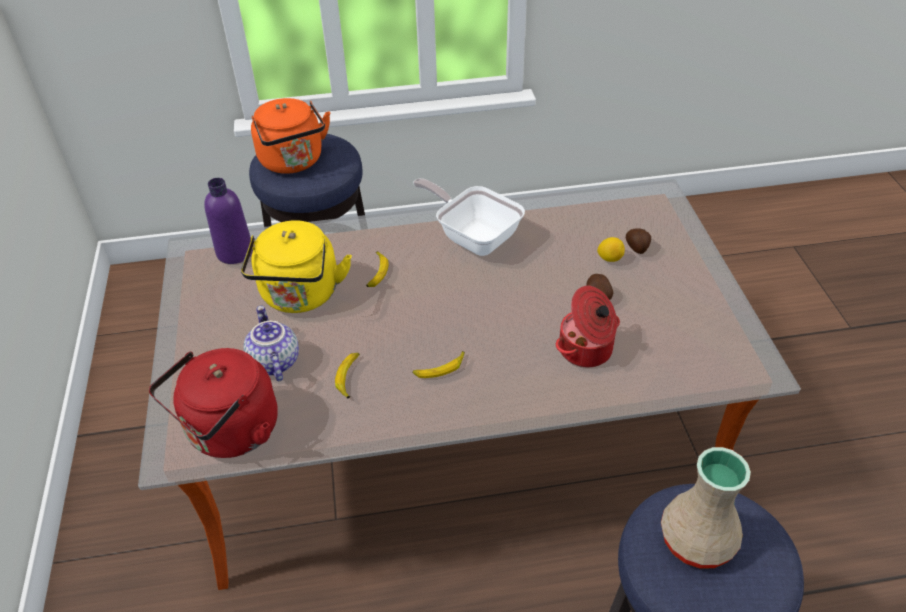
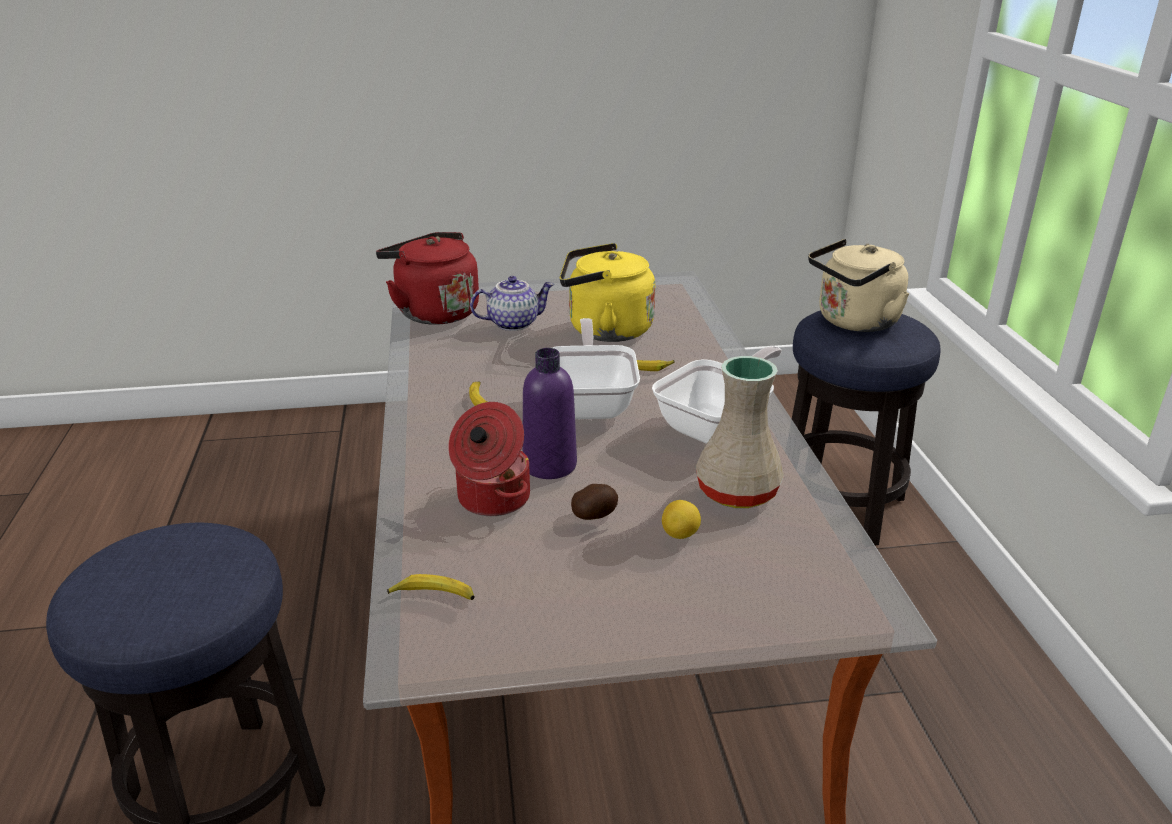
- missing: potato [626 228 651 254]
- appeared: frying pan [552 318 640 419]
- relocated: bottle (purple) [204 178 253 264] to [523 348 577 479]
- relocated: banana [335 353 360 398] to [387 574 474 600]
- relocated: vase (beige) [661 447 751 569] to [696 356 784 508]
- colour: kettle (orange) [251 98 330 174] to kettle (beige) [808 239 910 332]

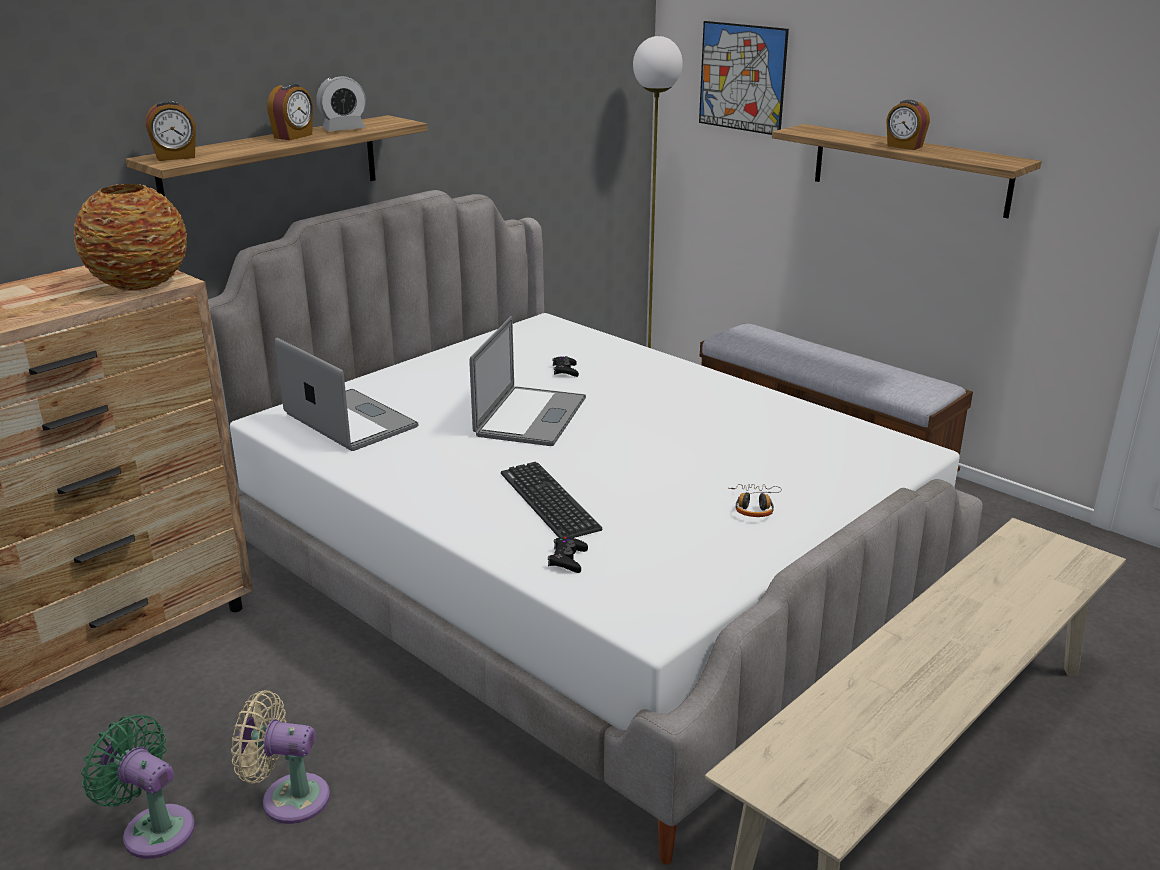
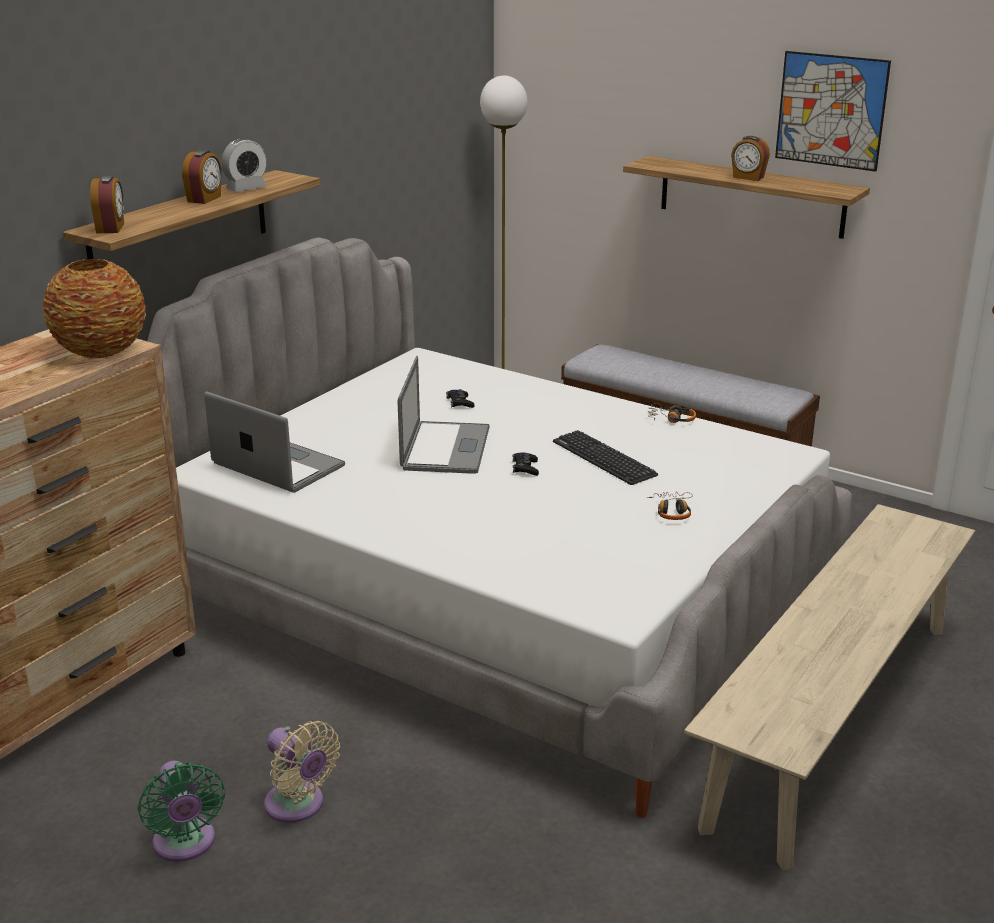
- appeared: headphones [648 403 696 423]
- relocated: keyboard [501 462 602 538] to [553 430 658 485]
- relocated: game controller (black) [548 537 588 573] to [512 452 539 476]
- relocated: picture [699 21 789 135] to [775 51 891 172]
- spun: fan (green) [81 714 195 859] = [138 761 225 862] 135 degrees counterclockwise
- spun: alarm clock [146 100 196 161] = [90 175 124 233] 60 degrees counterclockwise
- spun: fan (beige) [231 690 330 824] = [264 721 340 823] 135 degrees counterclockwise

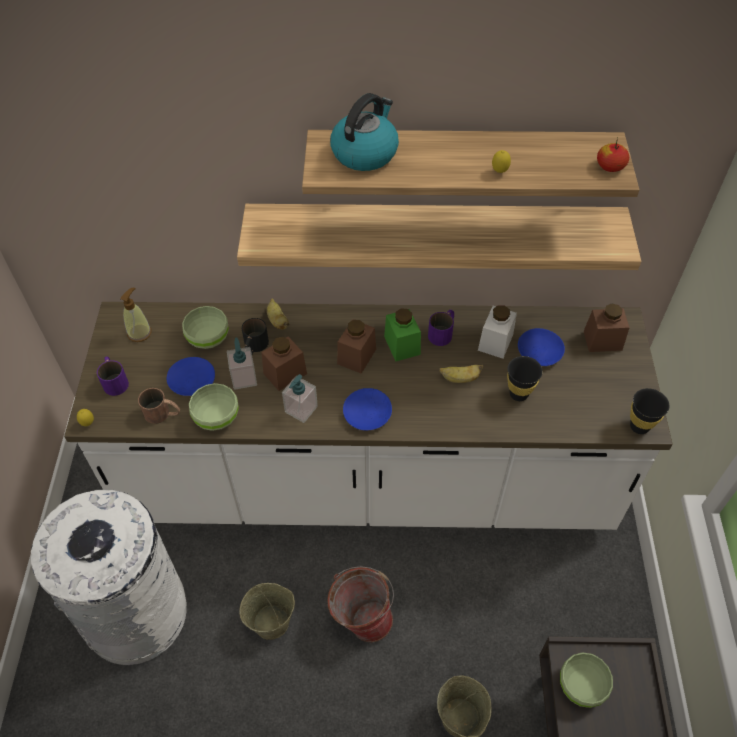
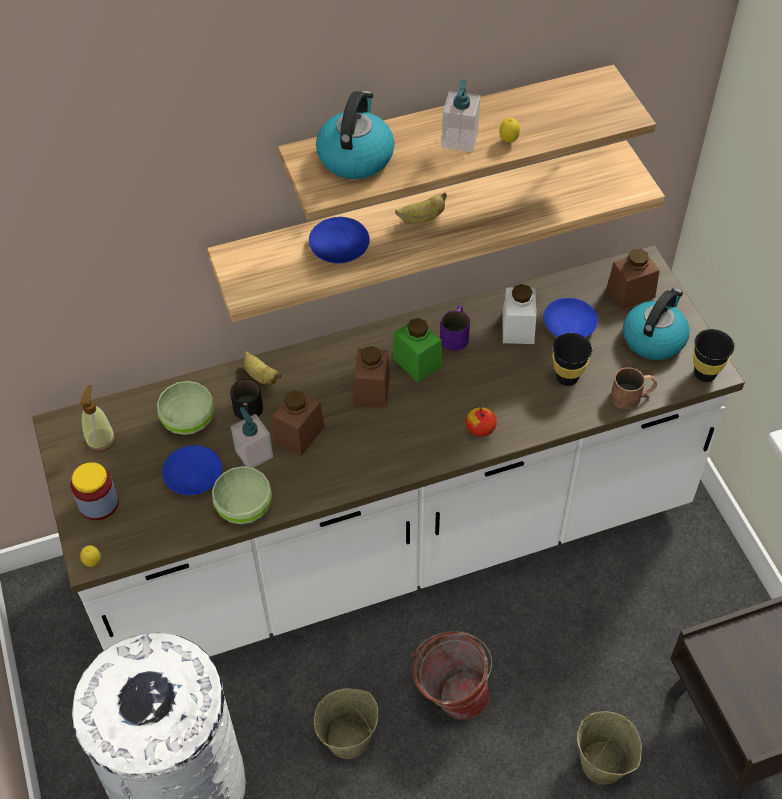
- missing: bowl (green) [560 652 613 708]
- appeared: kettle [623 288 690 360]
- relocated: mug (brown) [138 388 180 424] to [611 367 657 409]
- relocated: soap dispenser [282 374 318 423] to [442 80 480 152]
- relocated: plate (blue) [343 388 392 430] to [309 217 370 263]
- relocated: banana [439 365 484 383] to [395 192 447 224]
- relocated: apple [597 138 629 172] to [466 407 497 436]
- exchanged: mug (purple) [97 356 129 396] to jar [71 462 119 520]

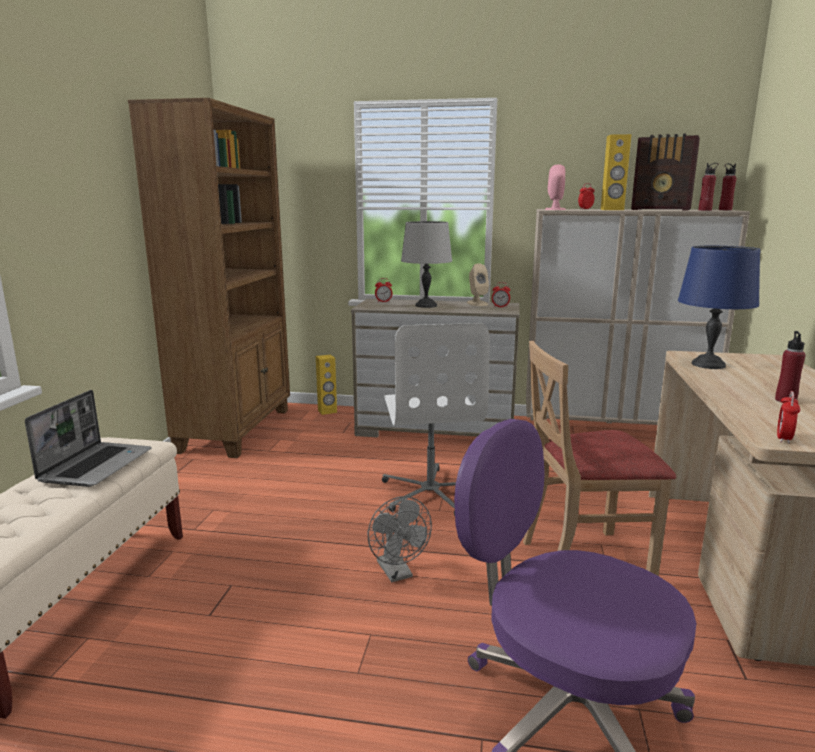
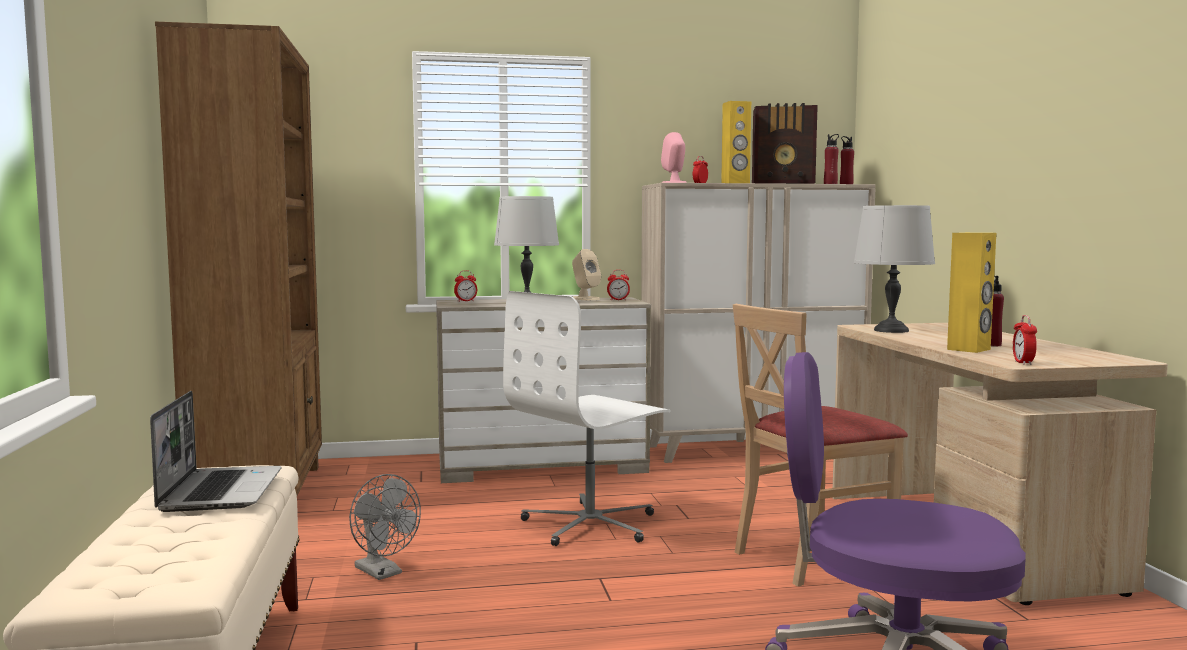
- relocated: speaker (yellow) [316 355 337 415] to [947 233 996 353]
- relocated: fan (grey) [368 496 432 582] to [349 474 421 580]
- colour: table lamp (blue) [678 246 760 369] to table lamp (grey) [854 205 935 333]
- spun: office chair (white) [382 323 490 516] = [503 291 671 546] 75 degrees clockwise

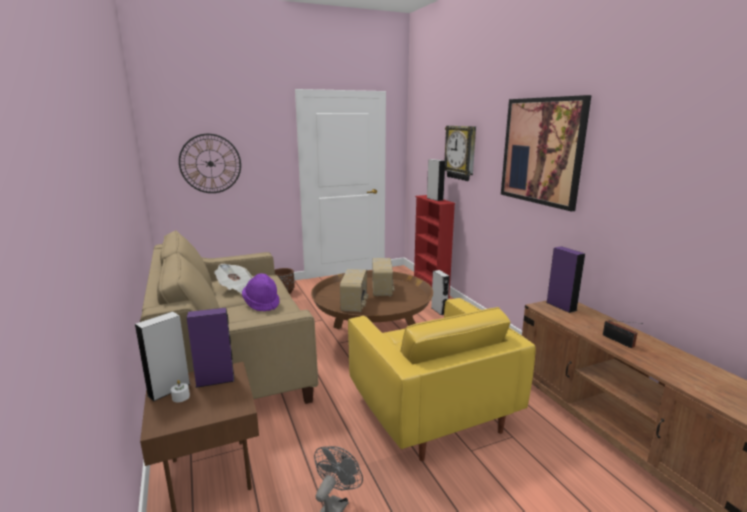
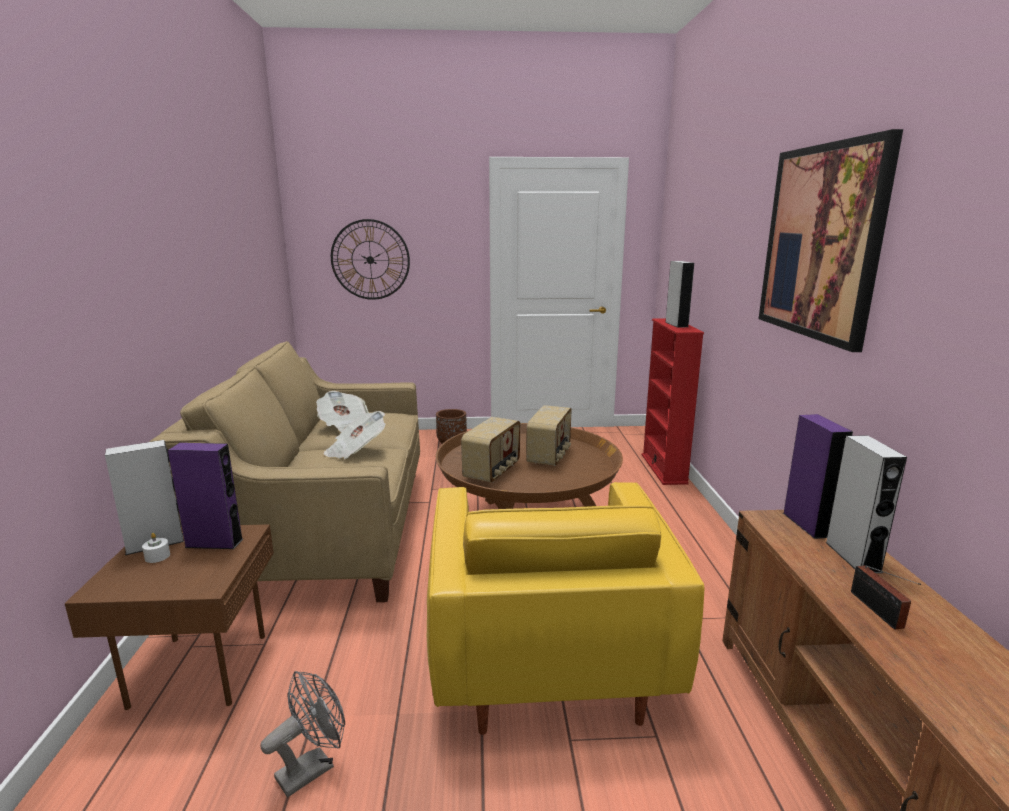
- missing: wall clock [445 126 476 181]
- relocated: speaker (grey) [431 270 450 315] to [825 435 907 573]
- exchanged: hat (purple) [242 273 280 311] to newspaper [324 411 386 459]

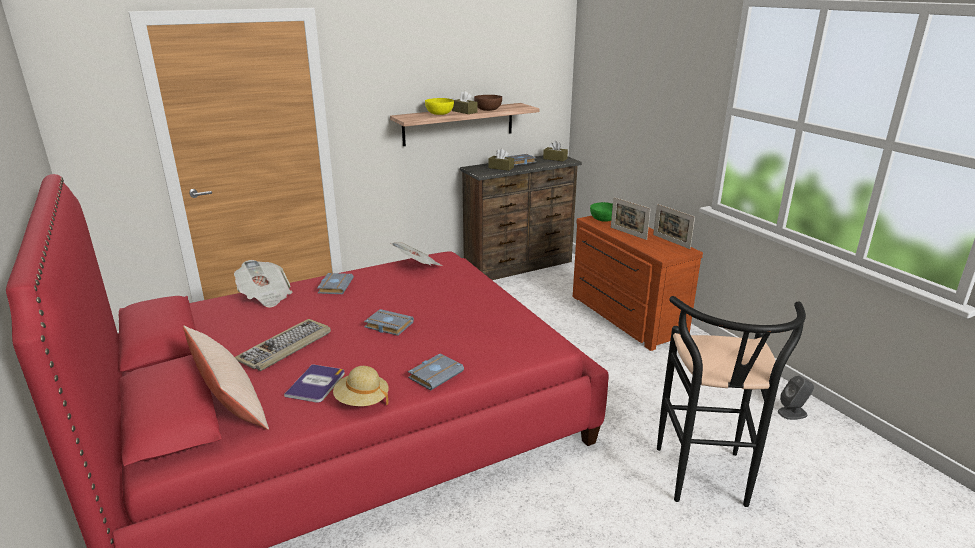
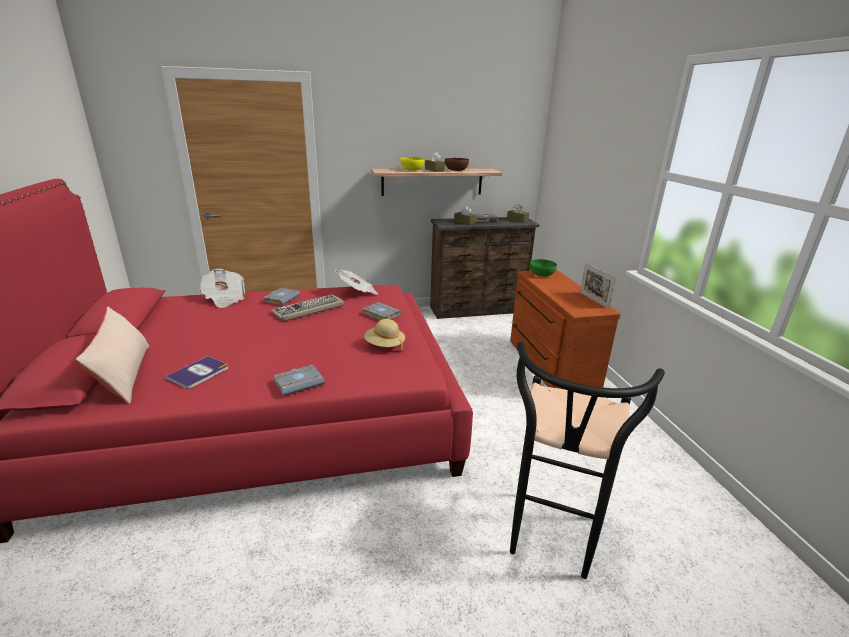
- missing: picture frame [611 197 651 240]
- missing: speaker (grey) [778 376 814 420]
- relocated: keyboard [235 319 331 371] to [271 294 344 321]
- relocated: hat (beige) [333 366 389 406] to [364 319 405 351]
- relocated: book (grey) [364 309 414 336] to [362 302 401 320]

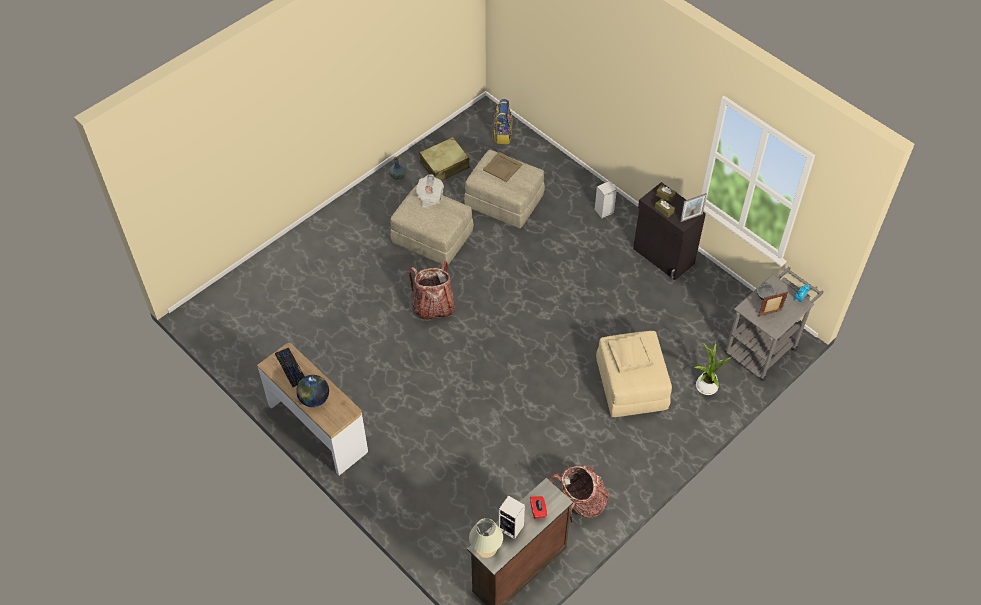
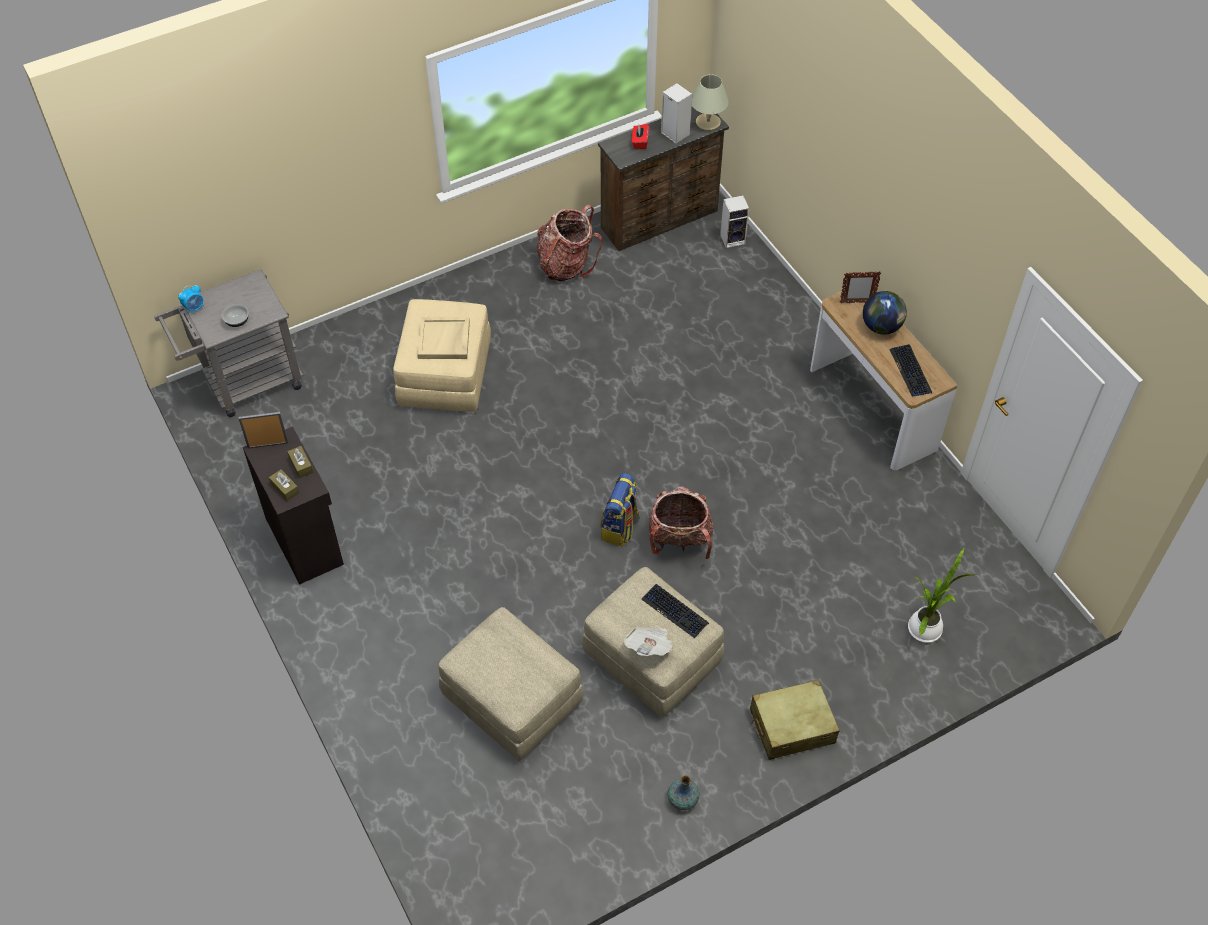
- missing: tray (beige) [483 152 522 182]
- appeared: keyboard [641 584 709 638]
- relocated: suitcase (beige) [419 137 470 181] to [750 680 840 760]
- relocated: backpack [493 99 513 144] to [600 473 640 546]
- relocated: speaker [595 181 617 218] to [720 196 749 248]
- relocated: potted plant [694 343 732 395] to [908 548 976 643]
- relocated: picture frame [758 292 788 317] to [840 271 881 303]

